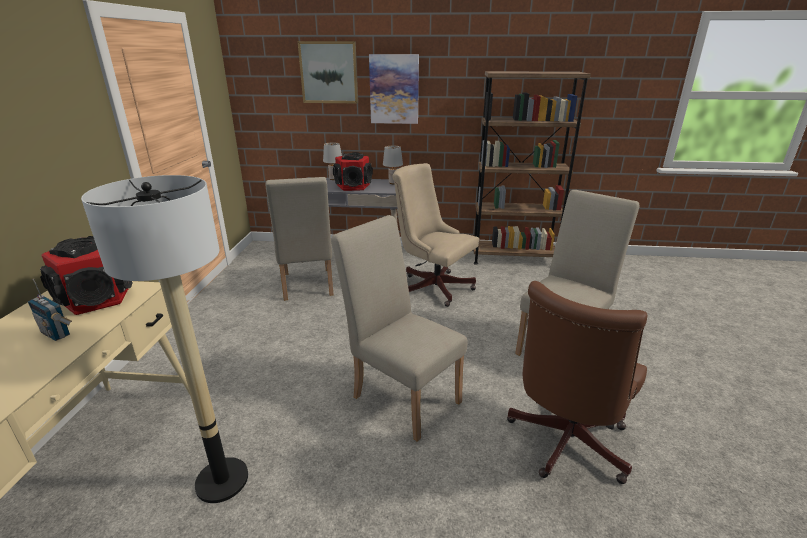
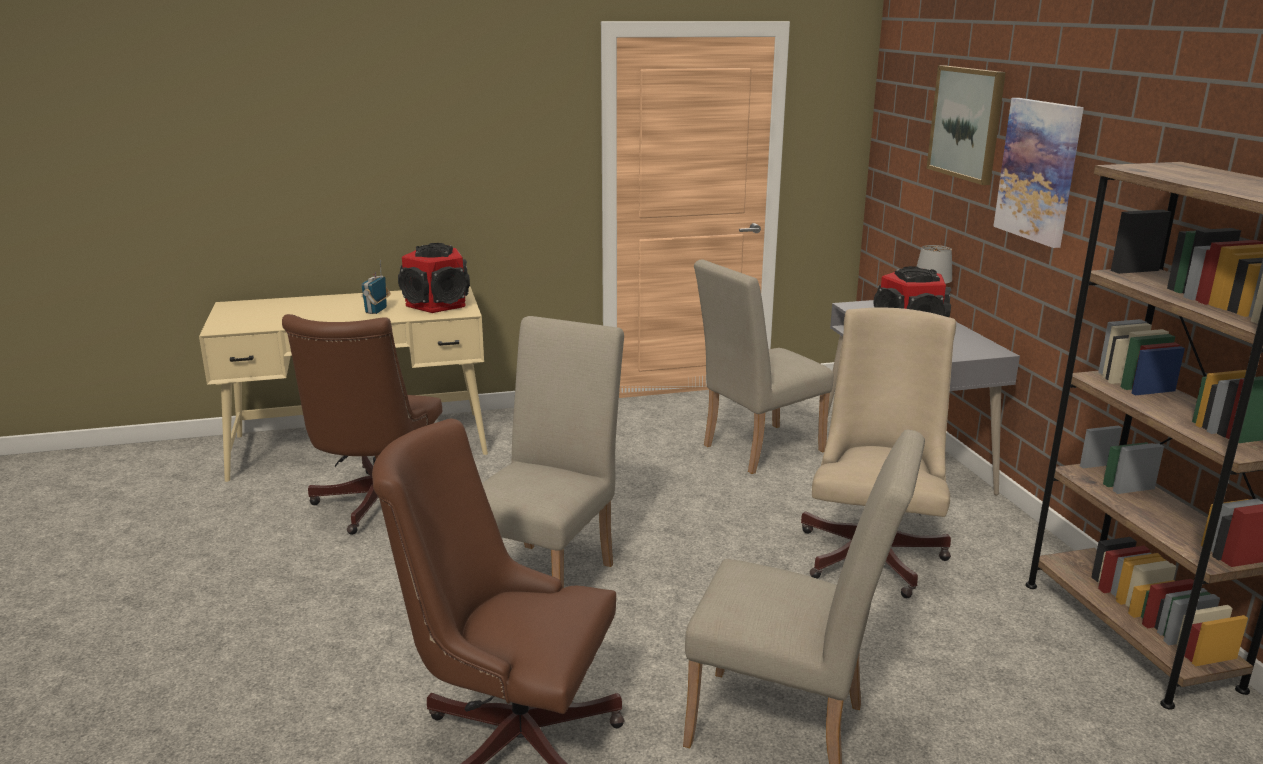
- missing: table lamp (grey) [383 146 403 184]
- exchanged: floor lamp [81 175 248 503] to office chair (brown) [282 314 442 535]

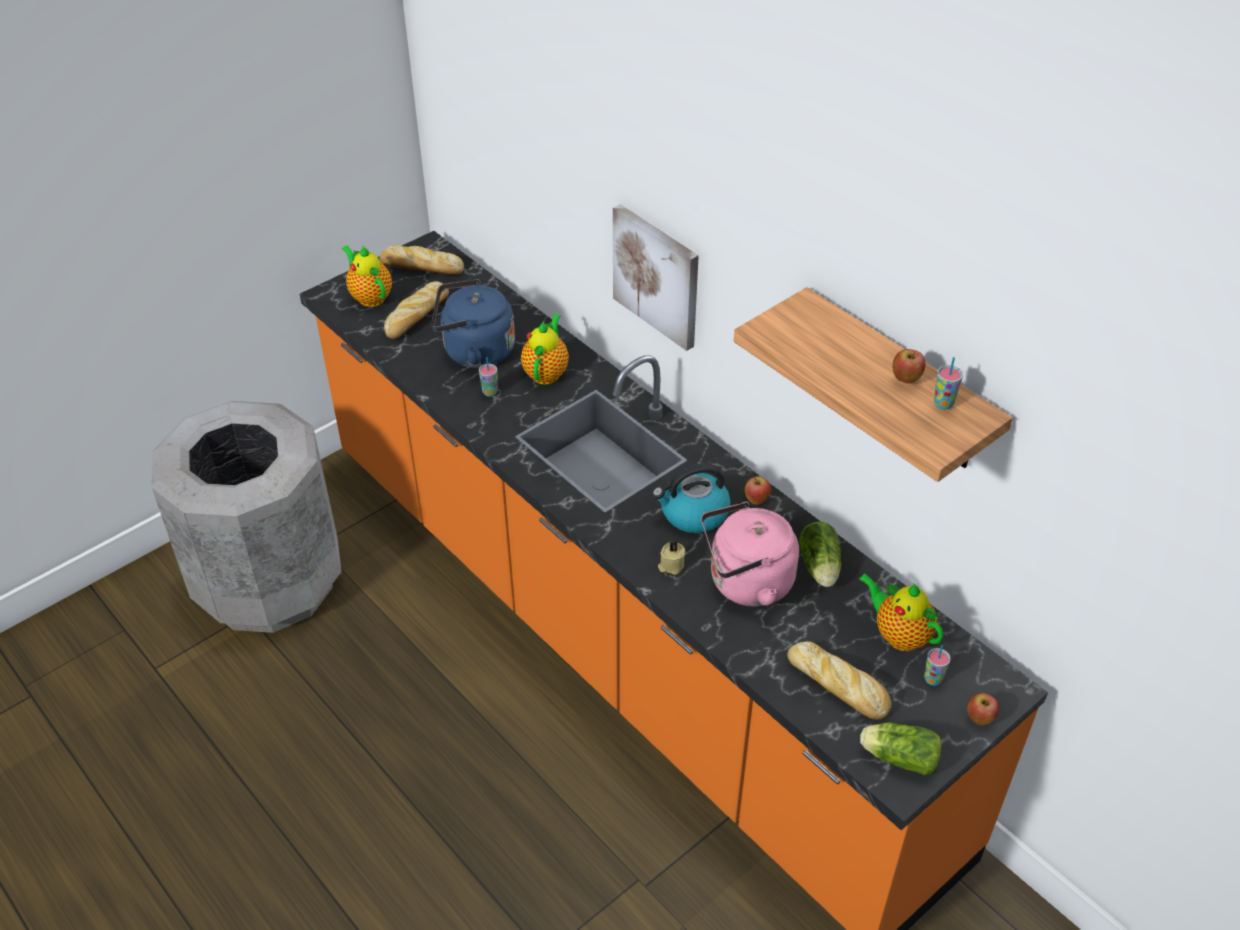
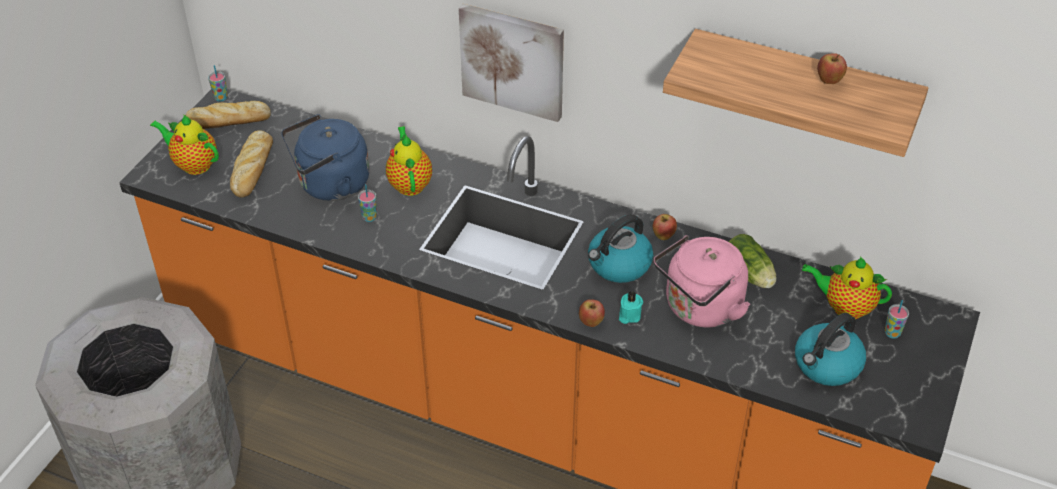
- missing: lettuce [860 723 942 775]
- relocated: cup [934 357 963 410] to [208 65 228 101]
- relocated: apple [967 693 999 725] to [579 299 605 327]
- exchanged: bread [787 641 892 720] to kettle [795 313 866 386]
- colour: candle (beige) [658 540 685 575] to candle (turquoise) [619 291 643 324]

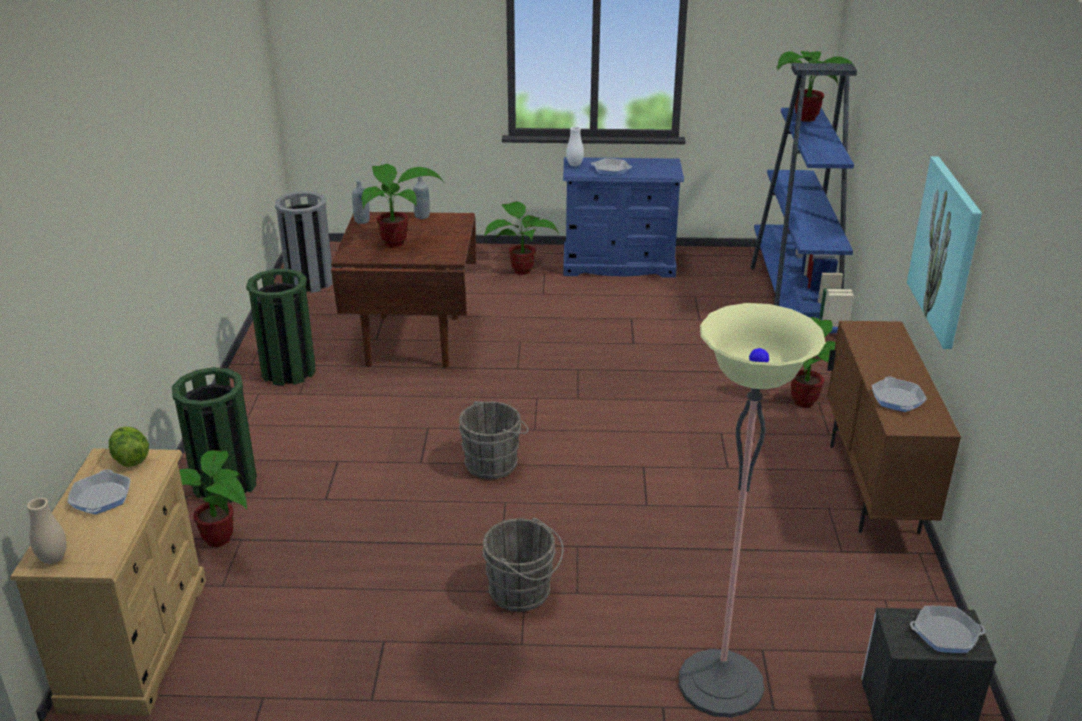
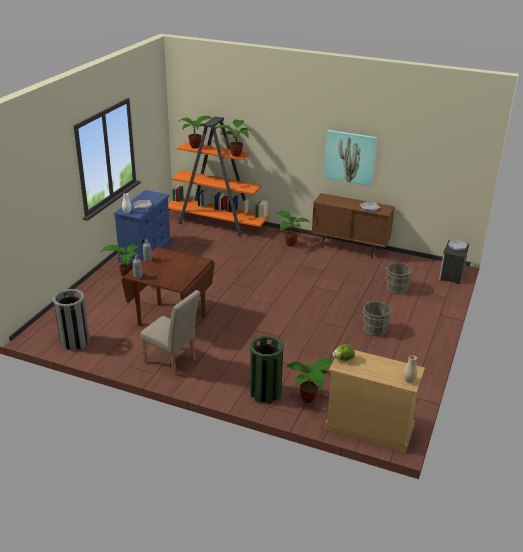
- missing: frying pan [67 469 131 514]
- missing: floor lamp [679 303 826 718]
- relocated: potted plant [361 164 444 248] to [213 120 251 157]
- relocated: bucket (grey) [459 401 529 479] to [385 263 413 294]
- exchanged: trash can (green) [246 269 316 386] to chair (beige) [140 290 200 376]
- colour: bookcase (blue) [750 63 857 333] to bookcase (orange) [168 116 270 237]

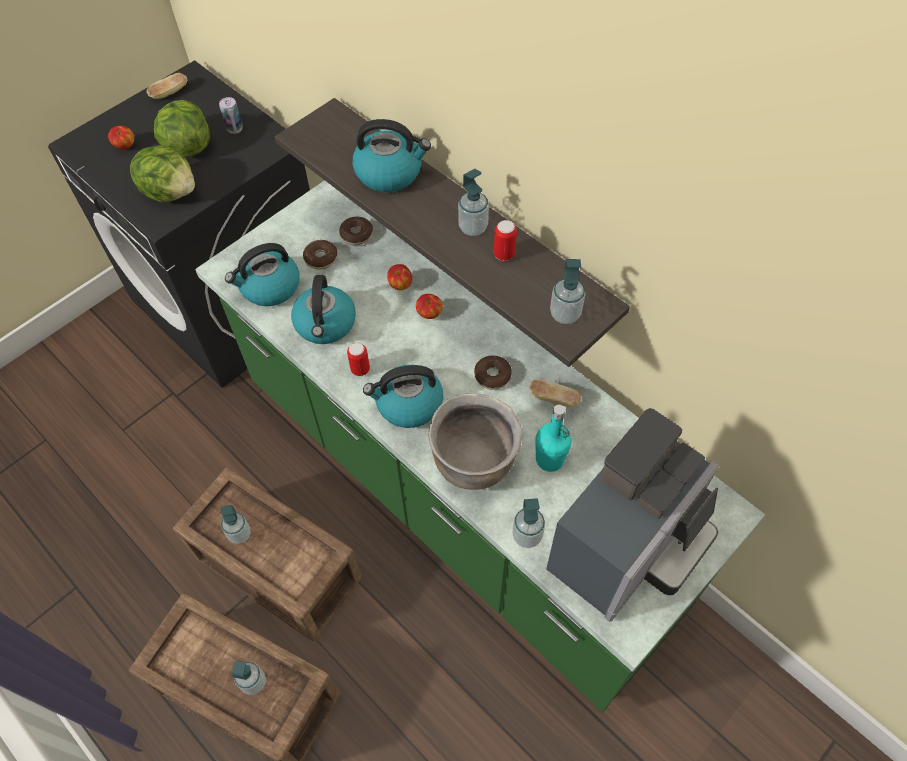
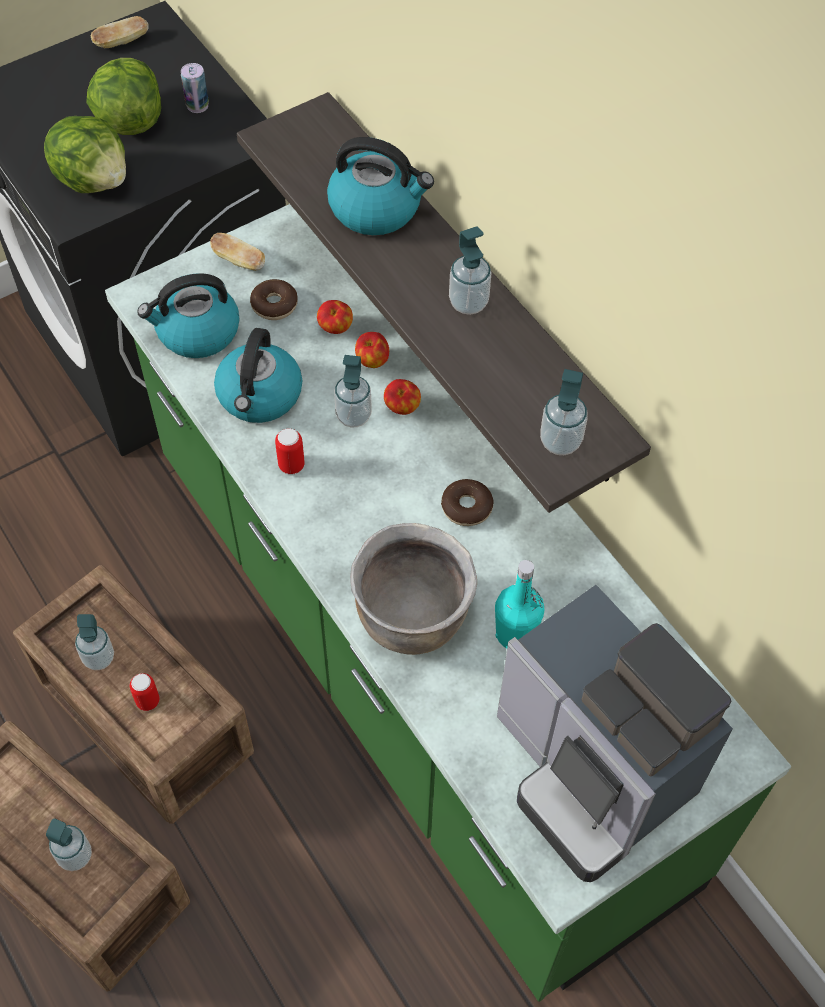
- missing: donut [339 217 373 245]
- missing: kettle [363 365 443 428]
- relocated: apple [108 126 134 149] to [317 300 353 334]
- relocated: can [494 220 517 261] to [130 673 160 711]
- relocated: soap dispenser [512 498 545 548] to [334 355 372 428]
- relocated: bread [530 379 581 407] to [210 233 265 271]
- spun: coffee machine [546 408 718 622] = [497 585 733 882] 90 degrees clockwise

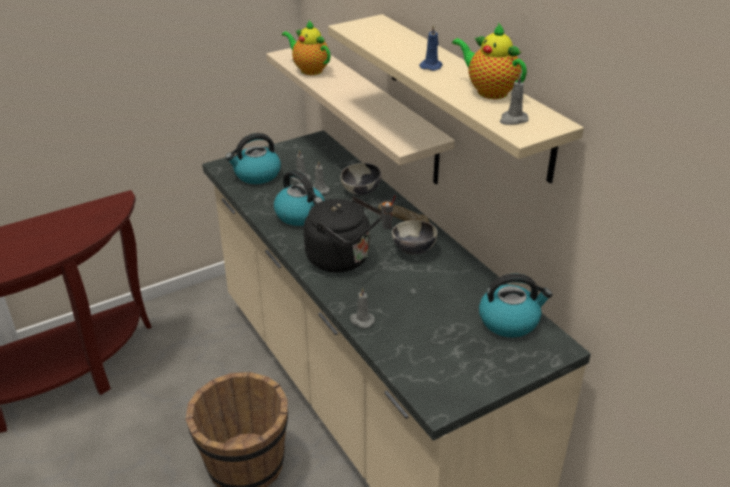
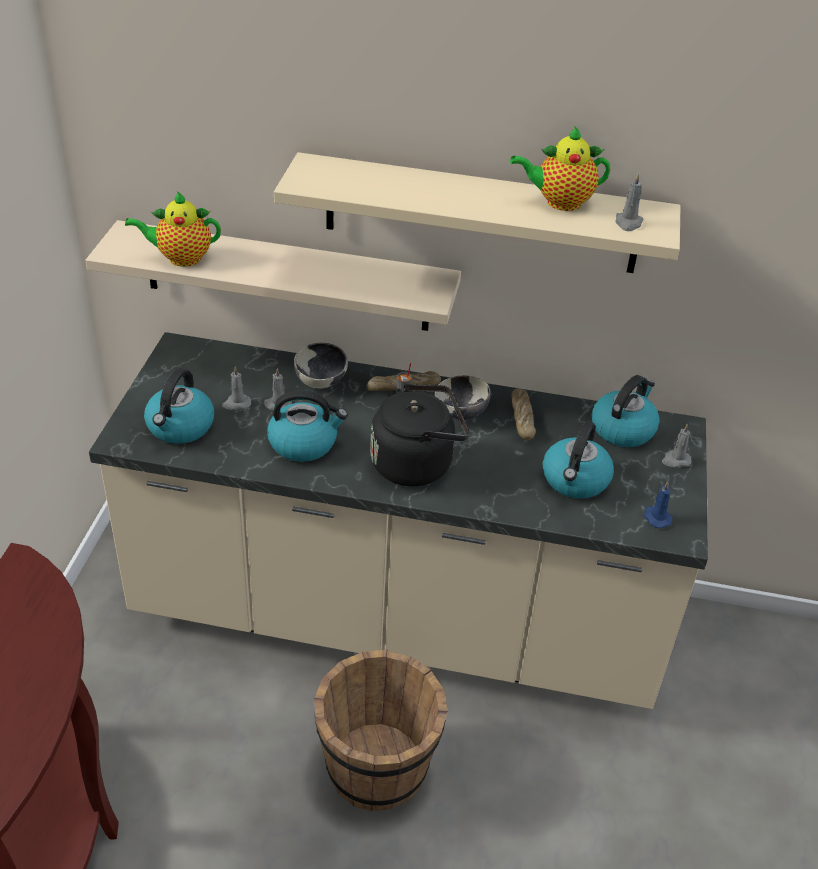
- appeared: bread [511 389 536 440]
- appeared: kettle [542 421 614 499]
- relocated: candle (grey) [350 287 375 328] to [662 424 691 468]
- relocated: candle (blue) [419 24 443 71] to [644 481 672 528]

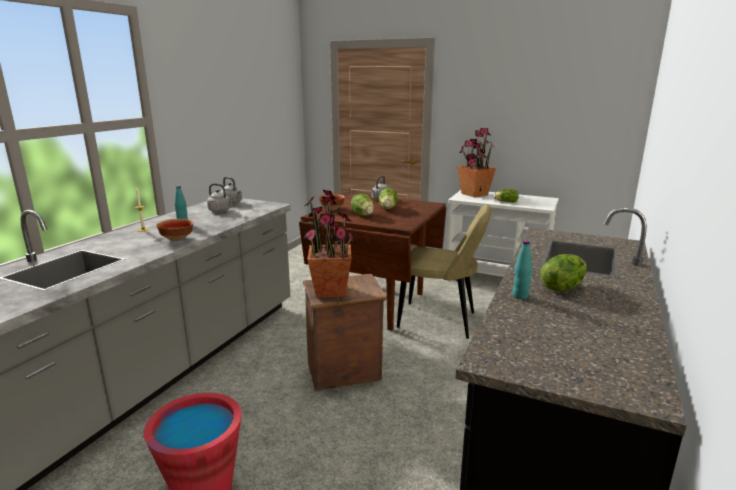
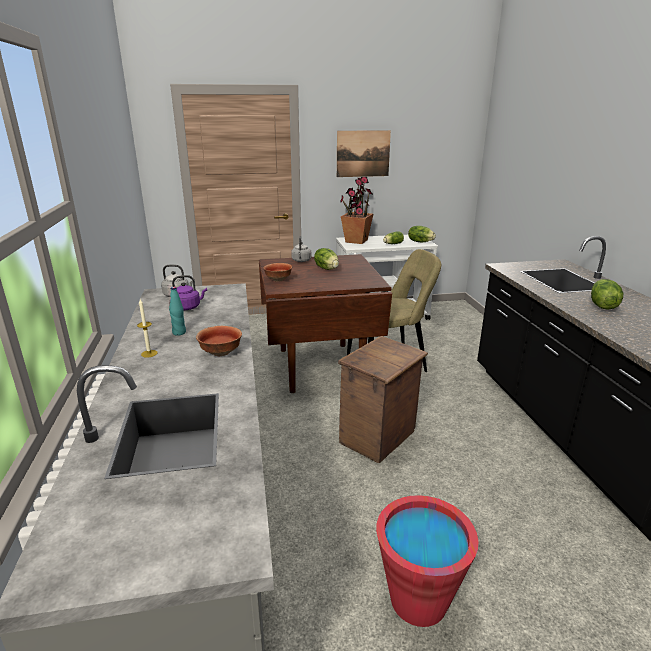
- missing: potted plant [304 190 356 298]
- missing: bottle (turquoise) [512 240 532 299]
- appeared: picture [337 130 391 177]
- relocated: lettuce [351 194 374 216] to [408 226 436 242]
- colour: kettle (grey) [207 184 234 212] to kettle (purple) [172 275 207 310]

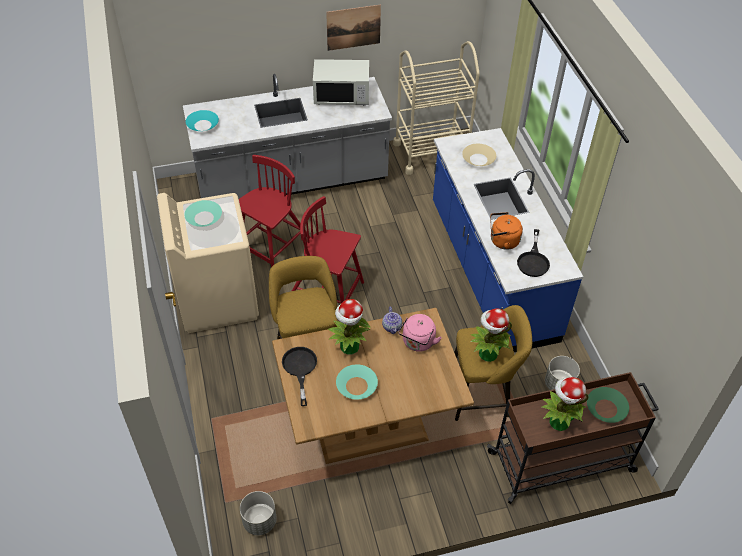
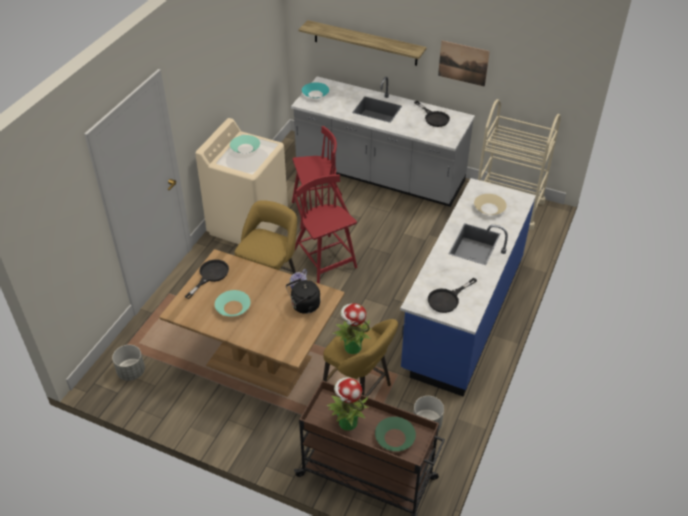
- missing: potted plant [328 299 371 354]
- missing: kettle (orange) [490 212 523 250]
- appeared: shelf [298 20 427 66]
- exchanged: microwave (white) [313 59 369 105] to frying pan (black) [414 101 450 127]
- colour: kettle (pink) [398 314 442 352] to kettle (black) [286 278 320 314]

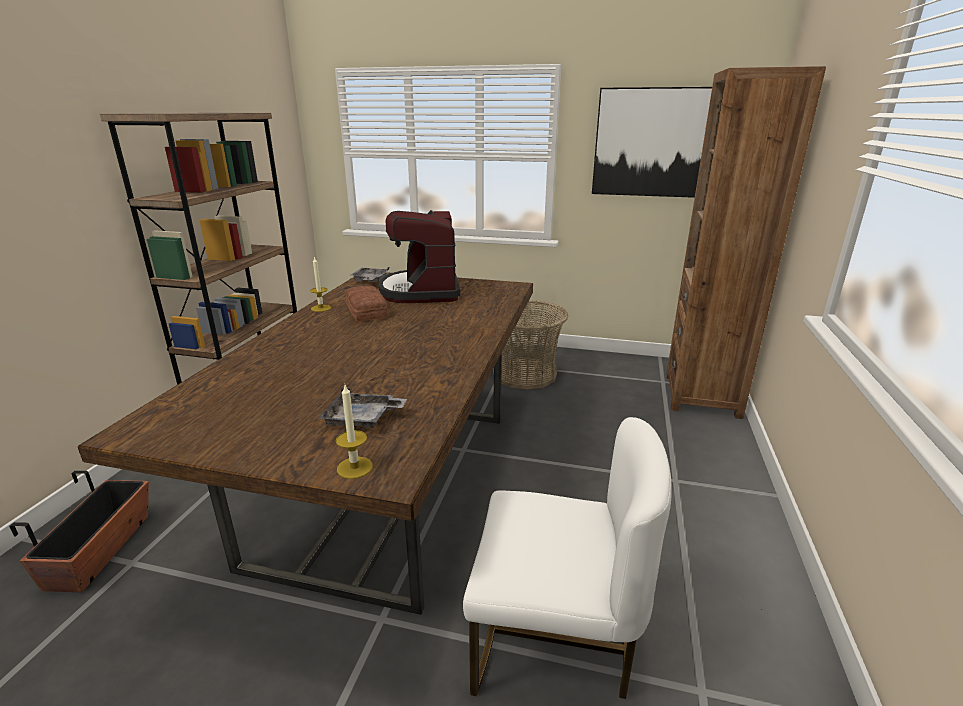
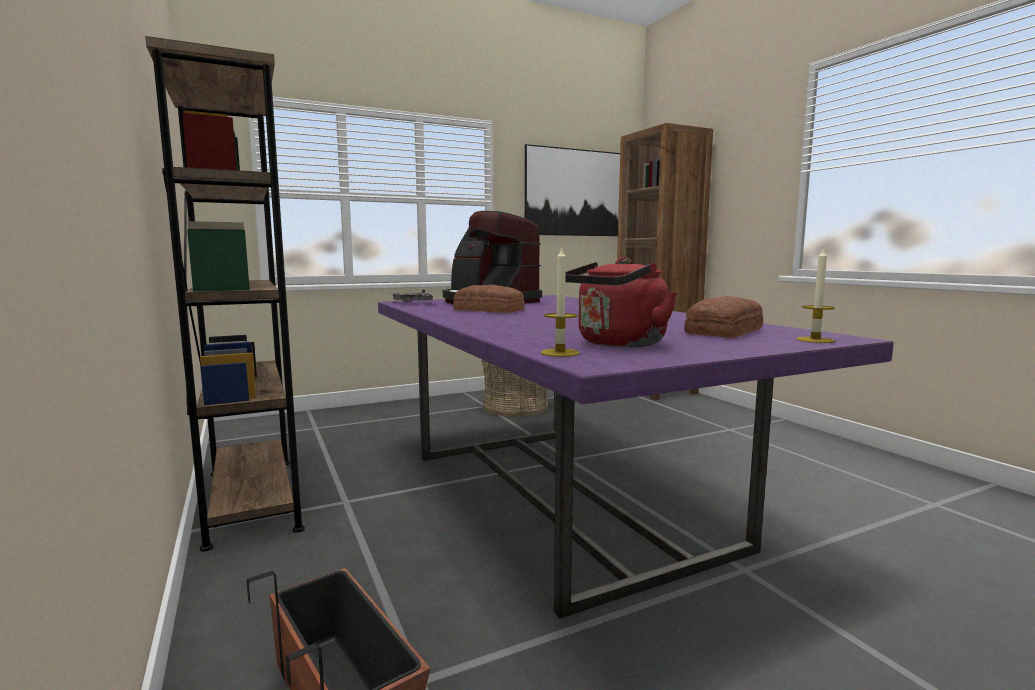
- missing: chair (white) [463 417 672 699]
- appeared: kettle (red) [565 257 677 347]
- relocated: candle [310 256 331 312] to [541 246 580 357]
- exchanged: tray (grey) [318 387 407 428] to bread [684 296 763 338]
- colour: dining table (brown) [78 273 533 615] to dining table (purple) [378 295 894 618]

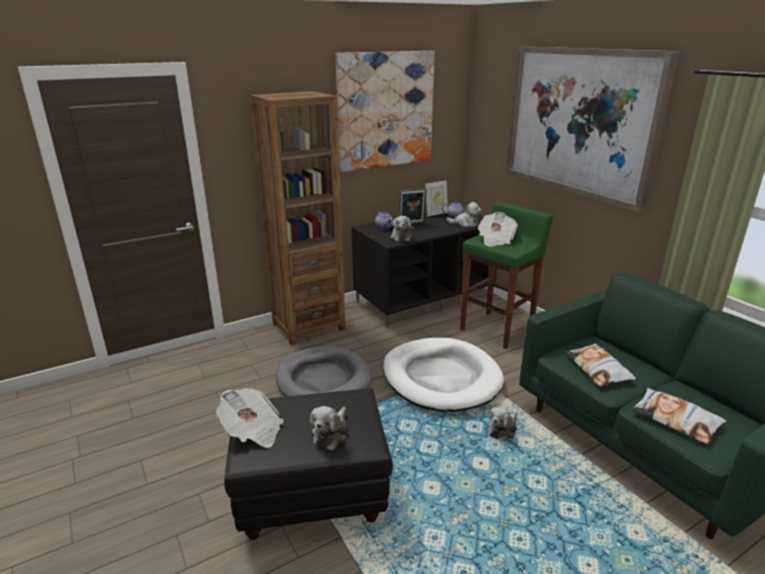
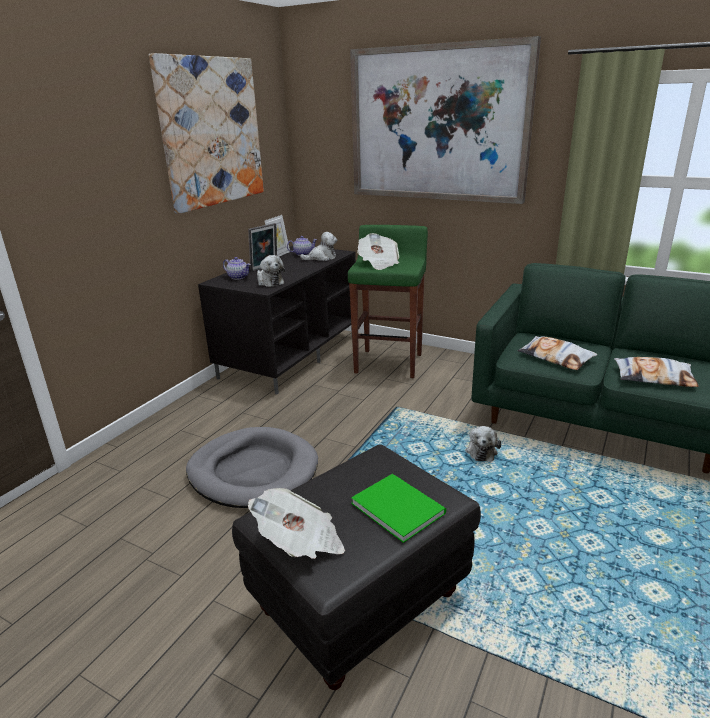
- missing: bookcase (brown) [250 91 345 345]
- missing: dog bed (white) [383 338 504 412]
- exchanged: plush toy [310 406 348 450] to book (green) [351 474 446 543]

